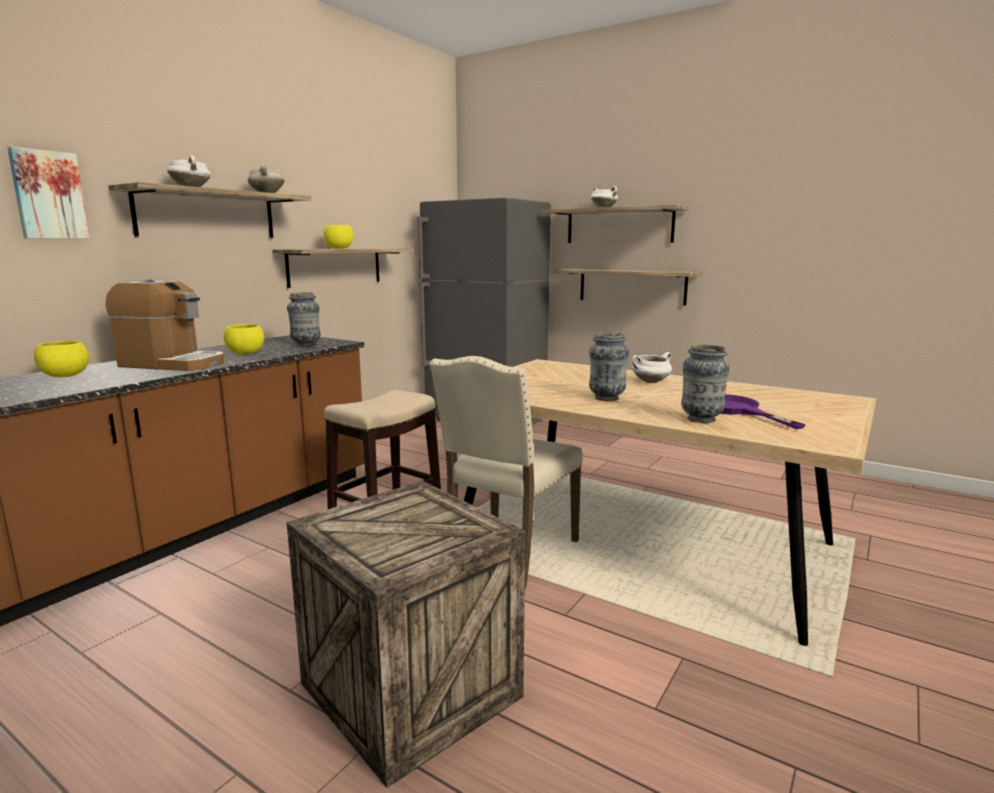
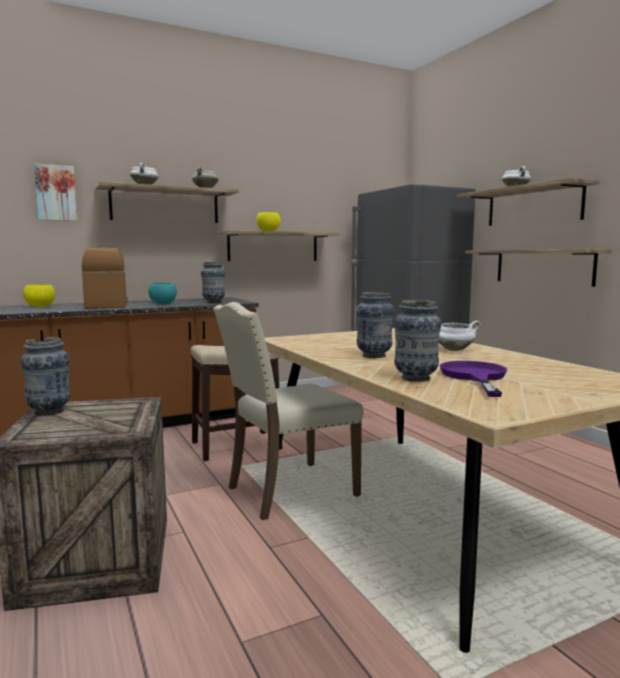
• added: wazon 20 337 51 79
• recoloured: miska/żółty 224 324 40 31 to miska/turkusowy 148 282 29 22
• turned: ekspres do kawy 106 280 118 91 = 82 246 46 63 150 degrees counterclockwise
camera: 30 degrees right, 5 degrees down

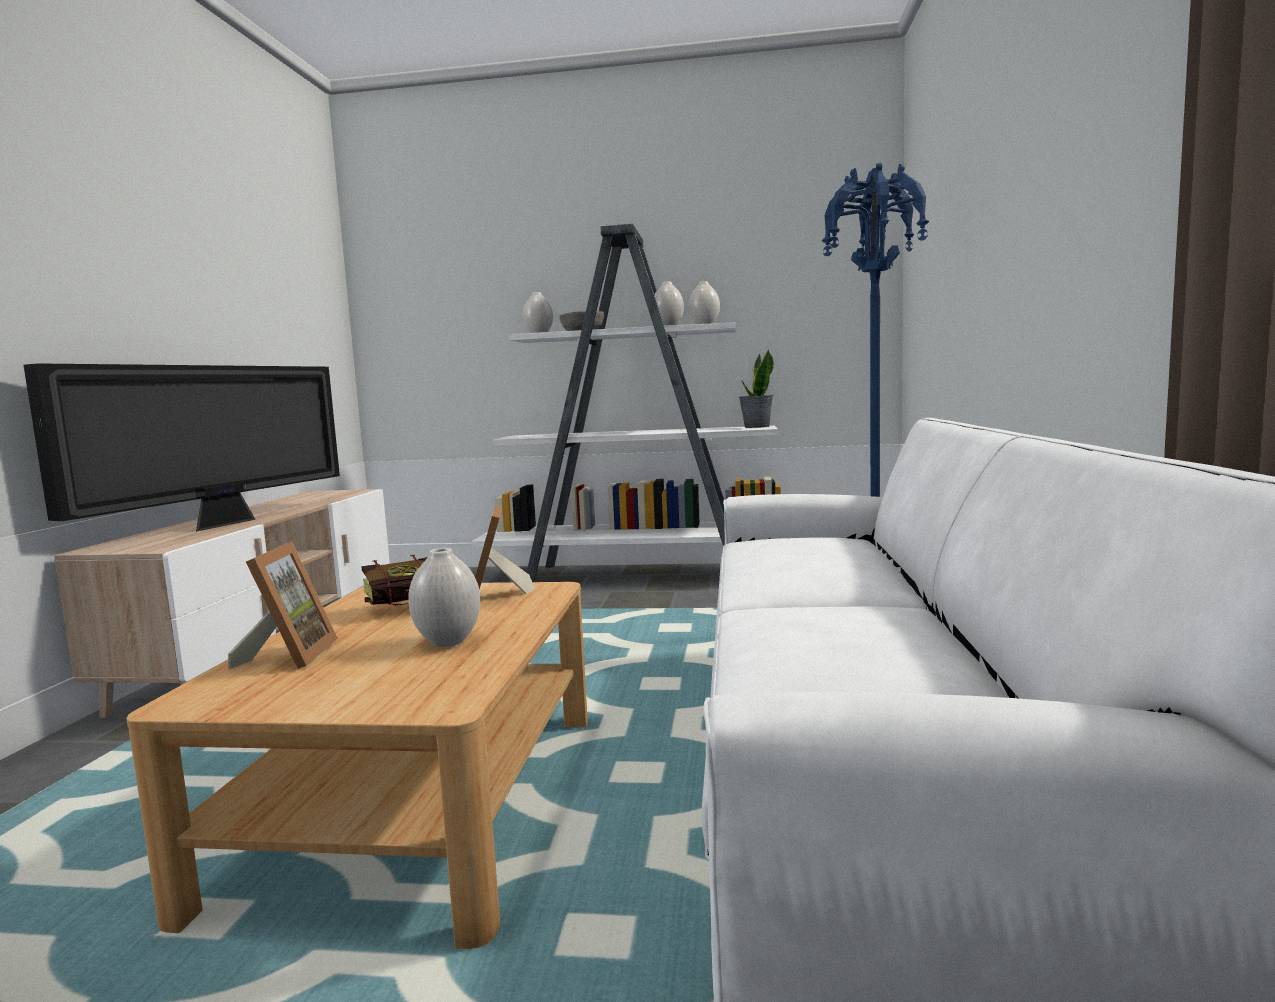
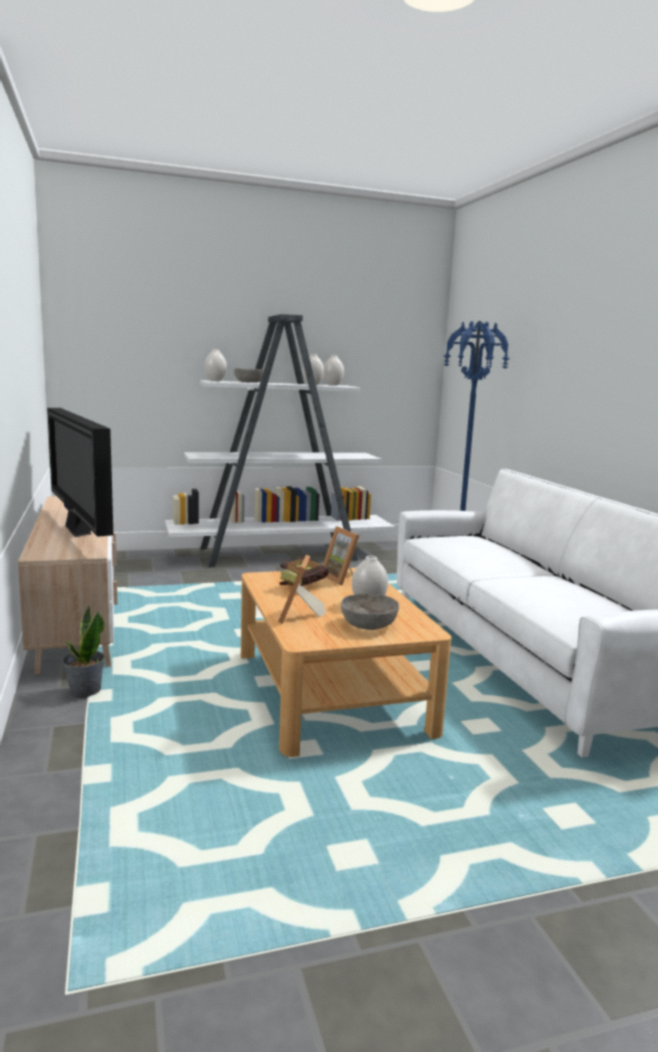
• added: miska/szary 341 594 58 36
• moved: roślina doniczkowa 739 349 35 79 to 62 605 43 93
• turned: telewizor 24 363 316 169 = 47 408 66 129 150 degrees clockwise
• turned: ramka na zdjęcie 228 541 110 128 = 278 555 48 69 150 degrees counterclockwise
camera: 25 degrees left, 5 degrees up

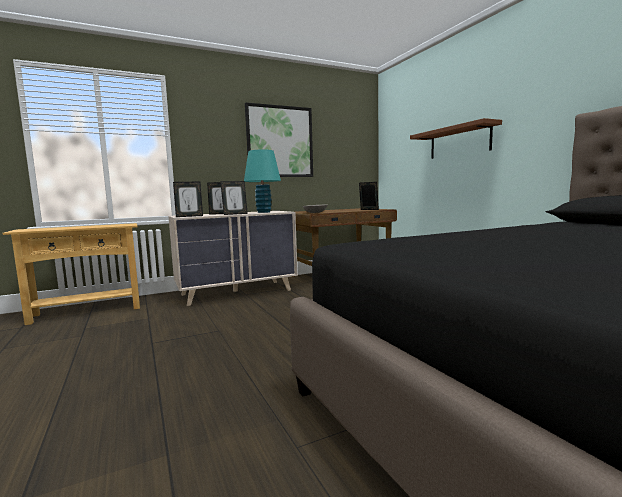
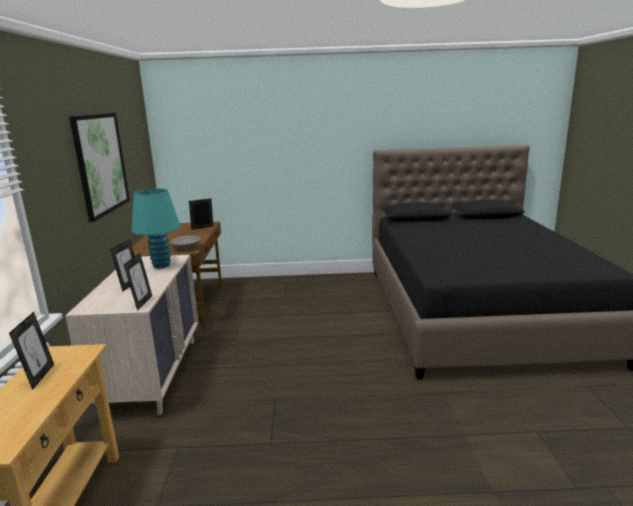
• removed: półka/brązowy 410 118 92 41
• moved: ramka na zdjęcie 220 181 28 34 to 9 312 45 78
camera: 65 degrees left, 10 degrees up

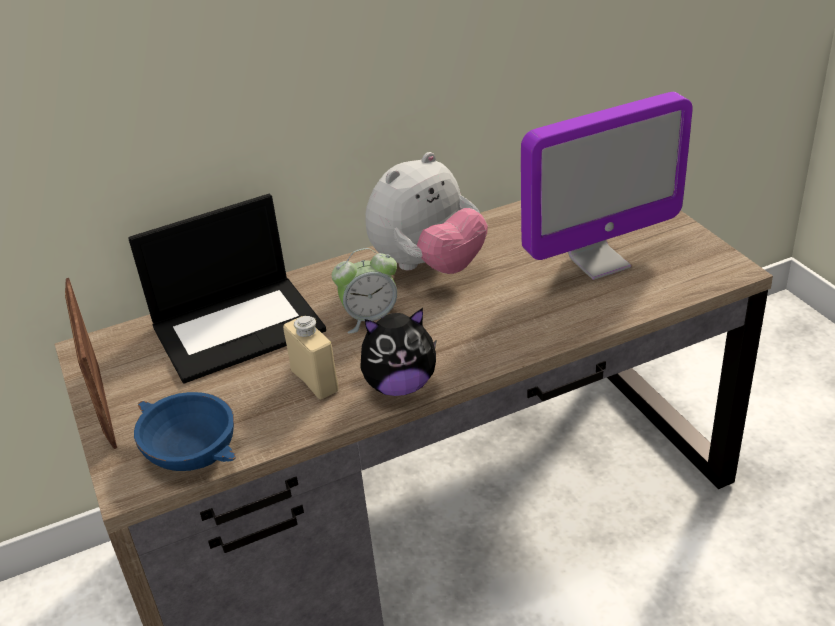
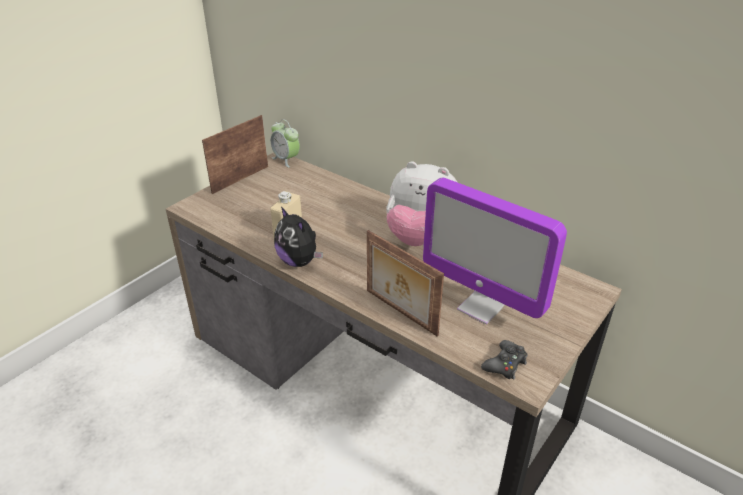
• removed: laptop 128 194 198 189
• removed: miska/niebieski 134 392 102 79
• added: ramka na zdjęcie 367 230 77 106
• added: pad do gier/czarny 481 340 46 39
• moved: budzik 332 248 65 86 to 271 119 29 49
camera: 60 degrees right, 0 degrees up

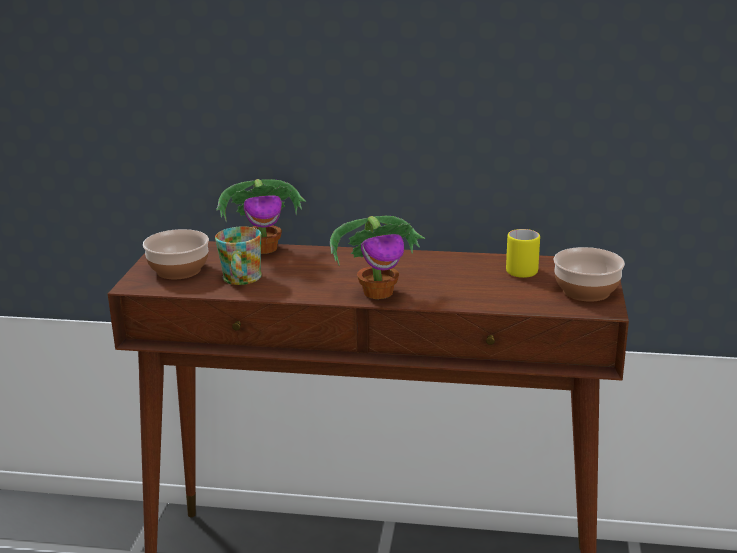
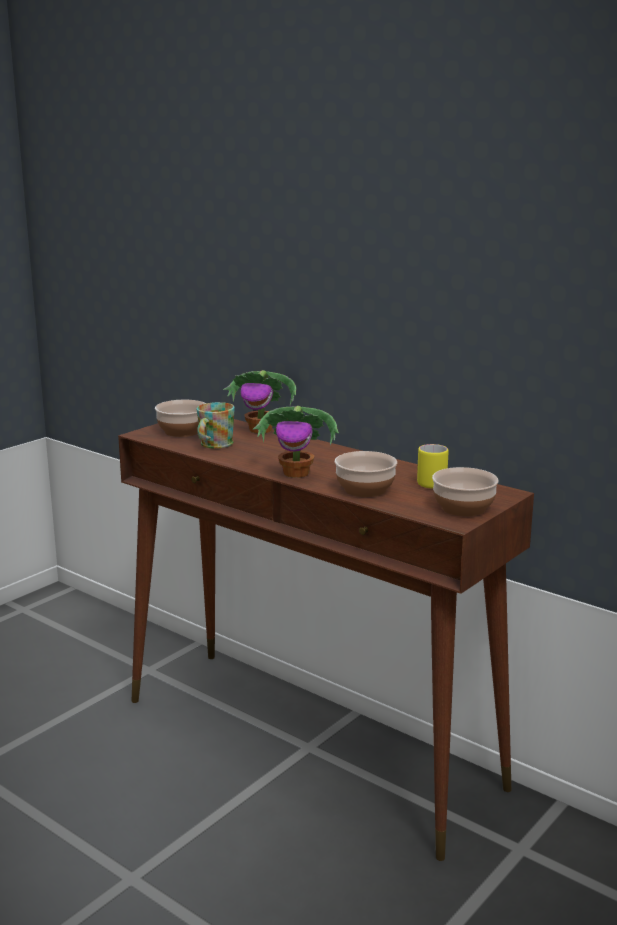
• added: miska 335 451 62 46
camera: 30 degrees right, 5 degrees down

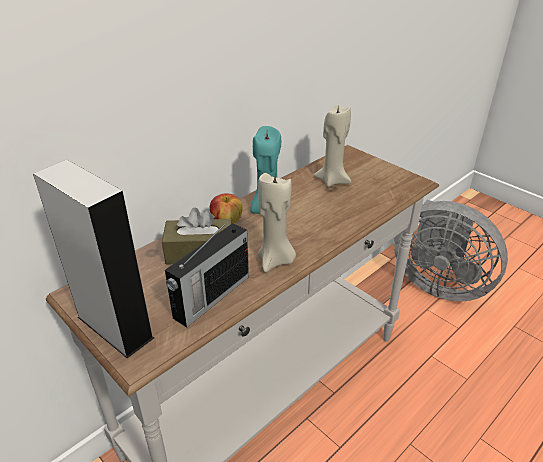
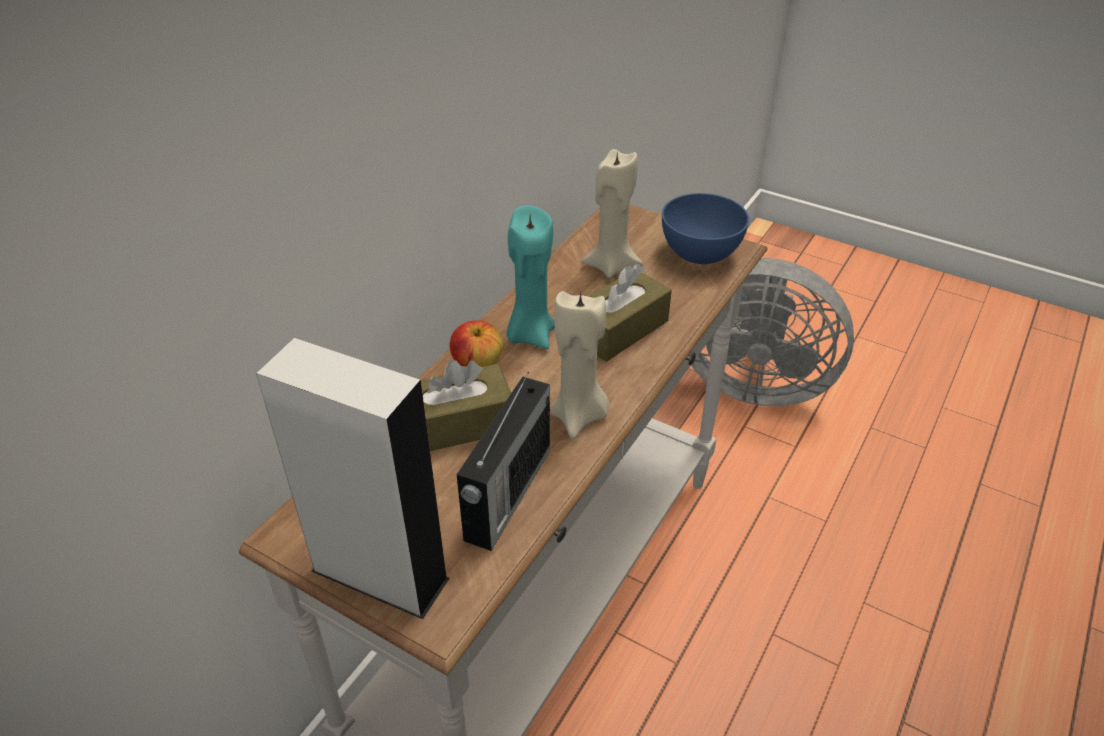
• added: pudełko chusteczek/brązowy 589 264 83 98
• added: miska/niebieski 662 193 87 71
camera: 15 degrees left, 5 degrees up

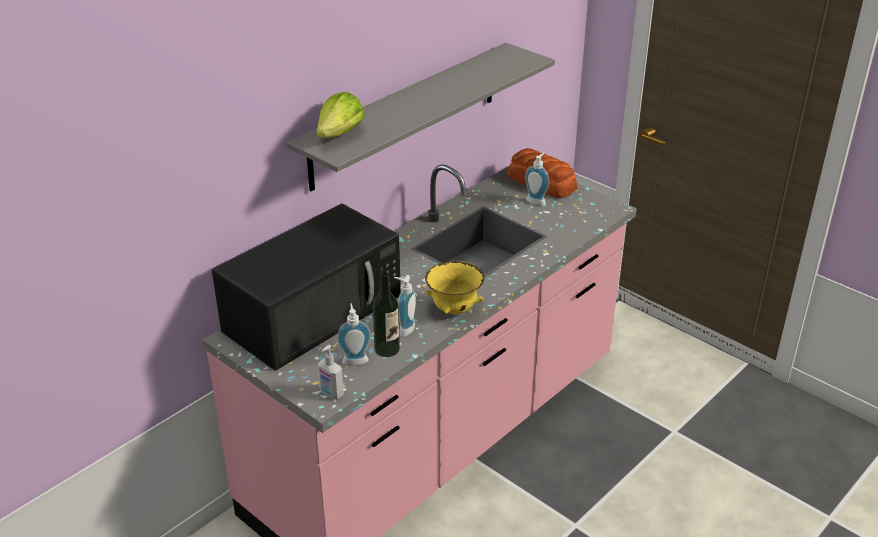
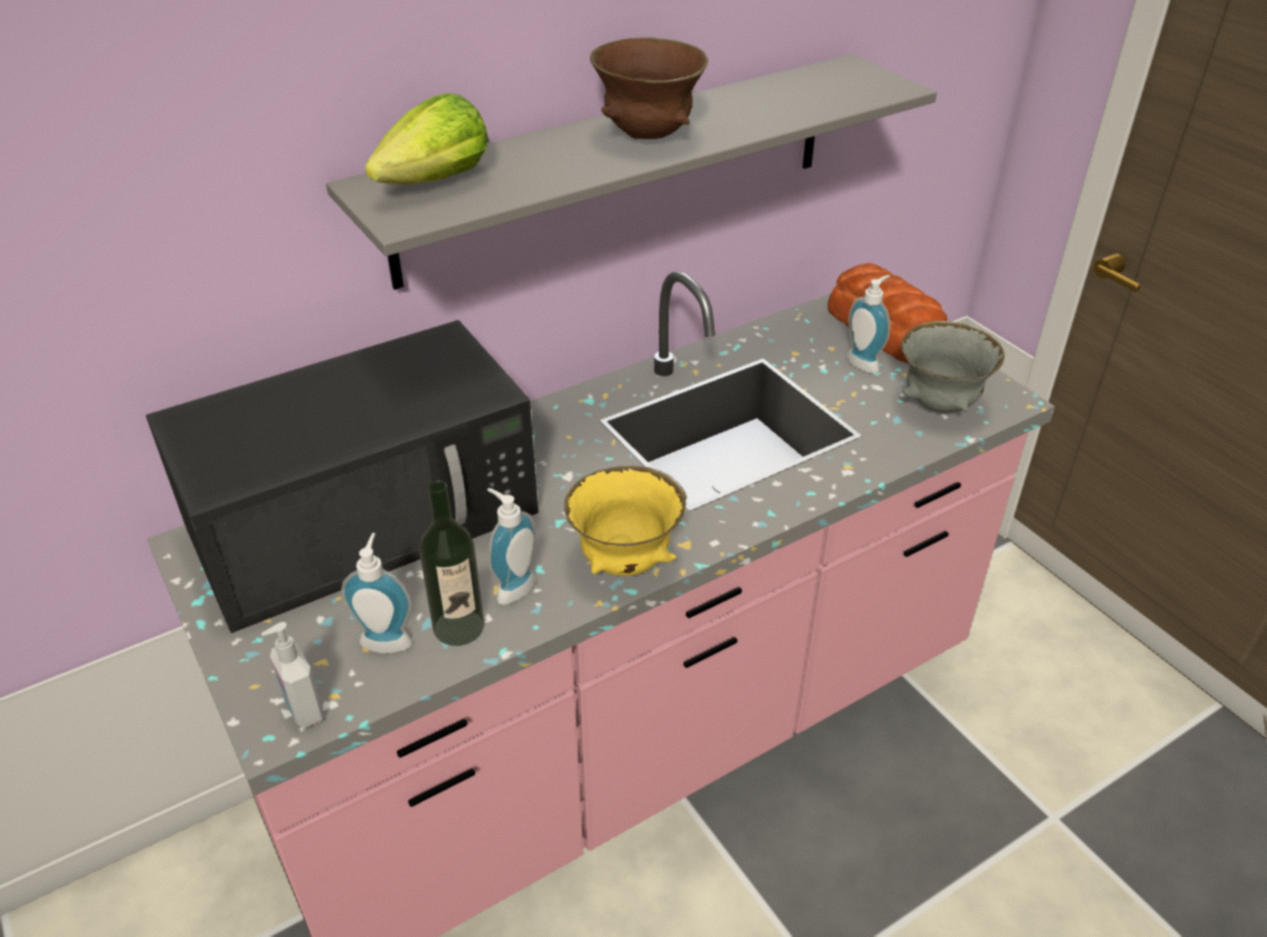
• added: miska/brązowy 590 37 118 102
• added: miska/szary 901 321 104 92
camera: 15 degrees right, 5 degrees up

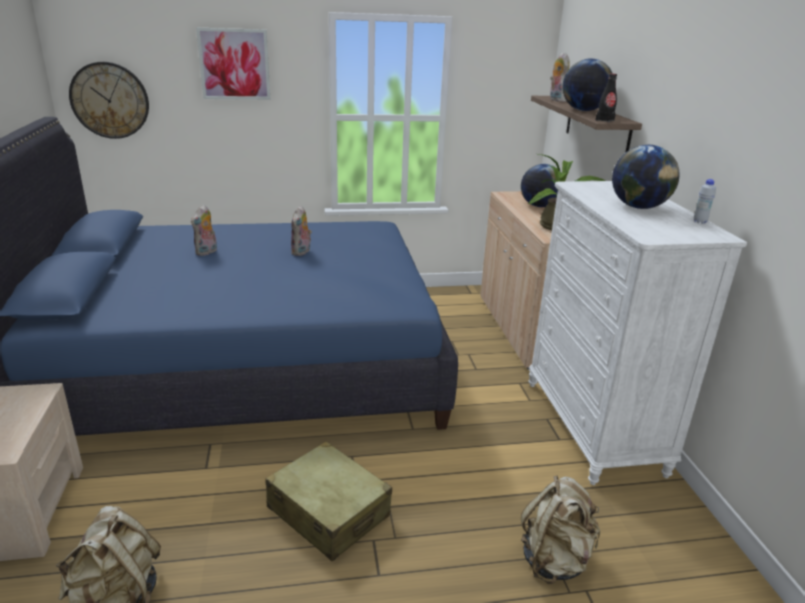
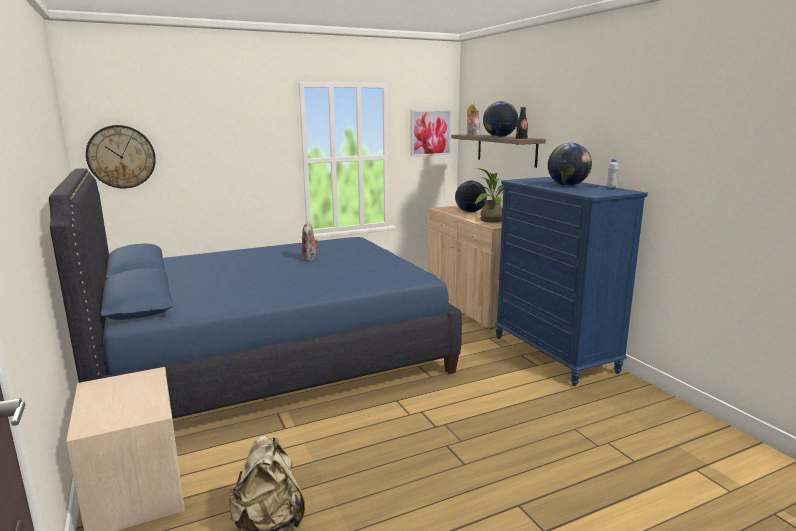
• removed: pluszak 191 205 26 51
• removed: walizka/beżowy 265 441 127 121
• removed: plecak/beżowy 521 476 79 108
• moved: obraz 196 28 74 72 to 411 110 41 47
• recoloured: komoda/biały 528 181 219 304 to komoda/niebieski 495 177 153 209
camera: 15 degrees left, 10 degrees down

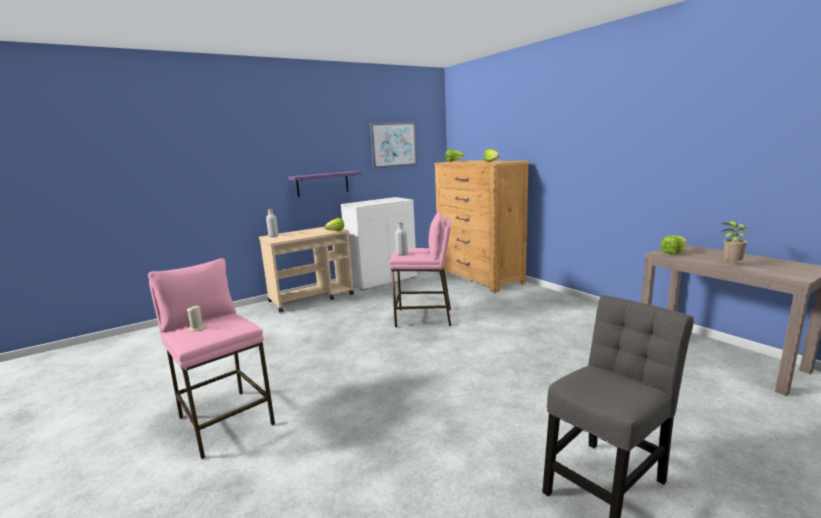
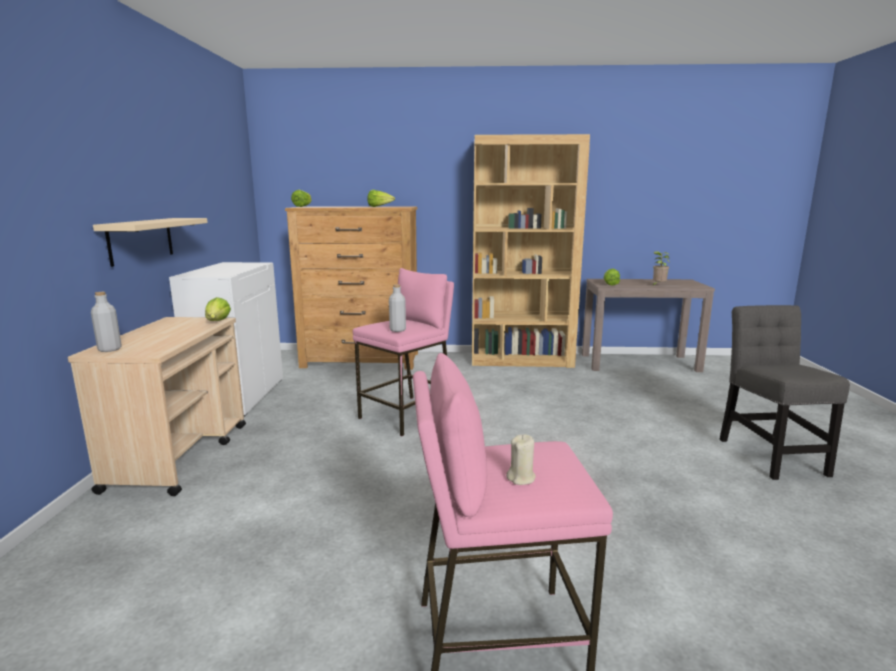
• removed: obraz 370 122 47 47
• added: regał/brązowy 472 134 118 234
• recoloured: półka/fioletowy 288 171 74 26 to półka/beżowy 93 218 115 49
camera: 55 degrees left, 0 degrees up

